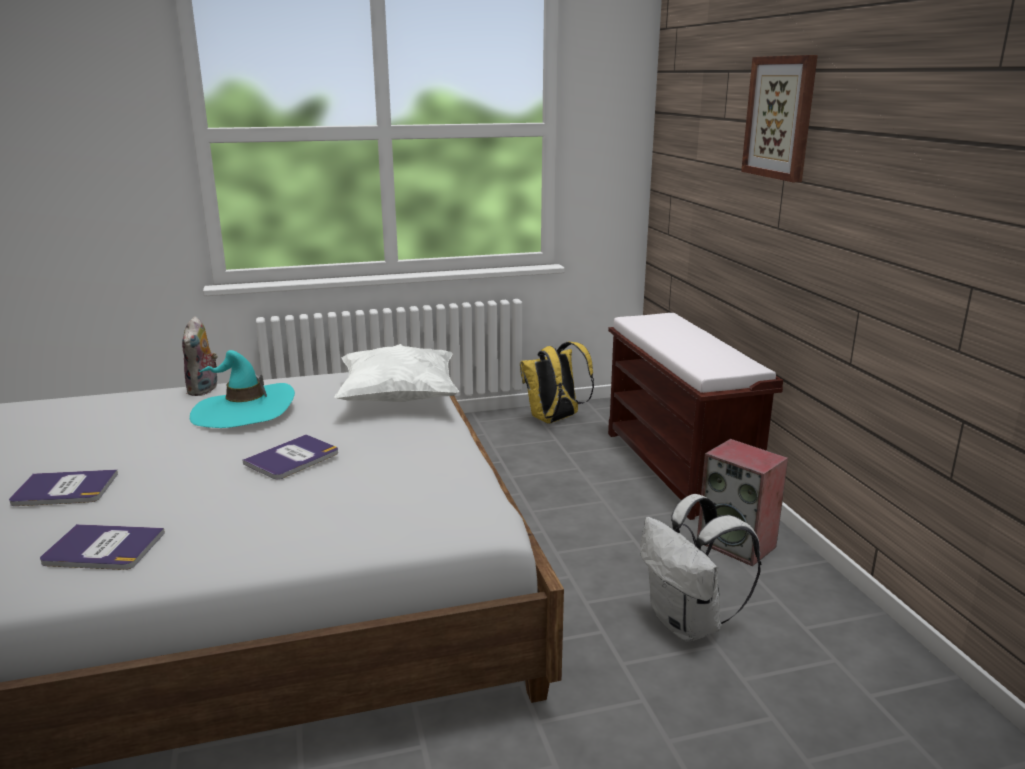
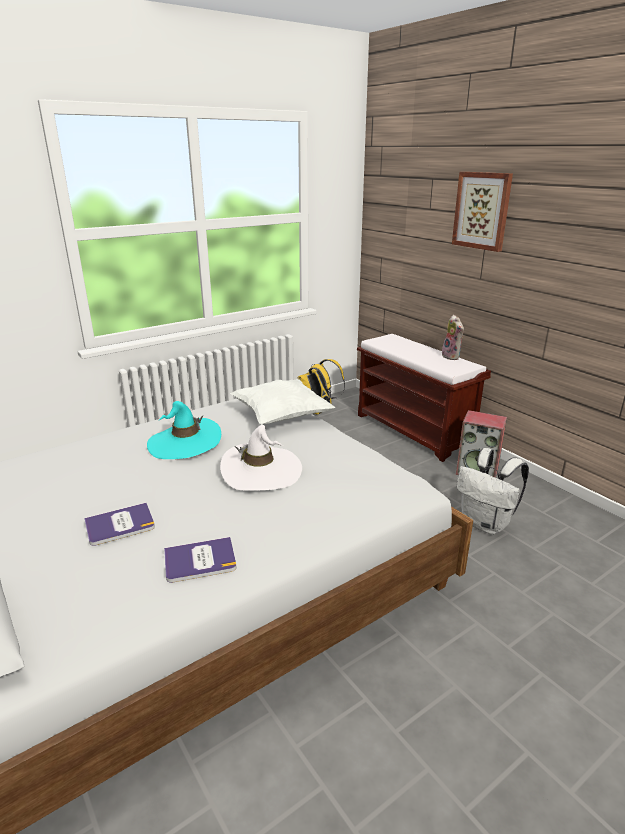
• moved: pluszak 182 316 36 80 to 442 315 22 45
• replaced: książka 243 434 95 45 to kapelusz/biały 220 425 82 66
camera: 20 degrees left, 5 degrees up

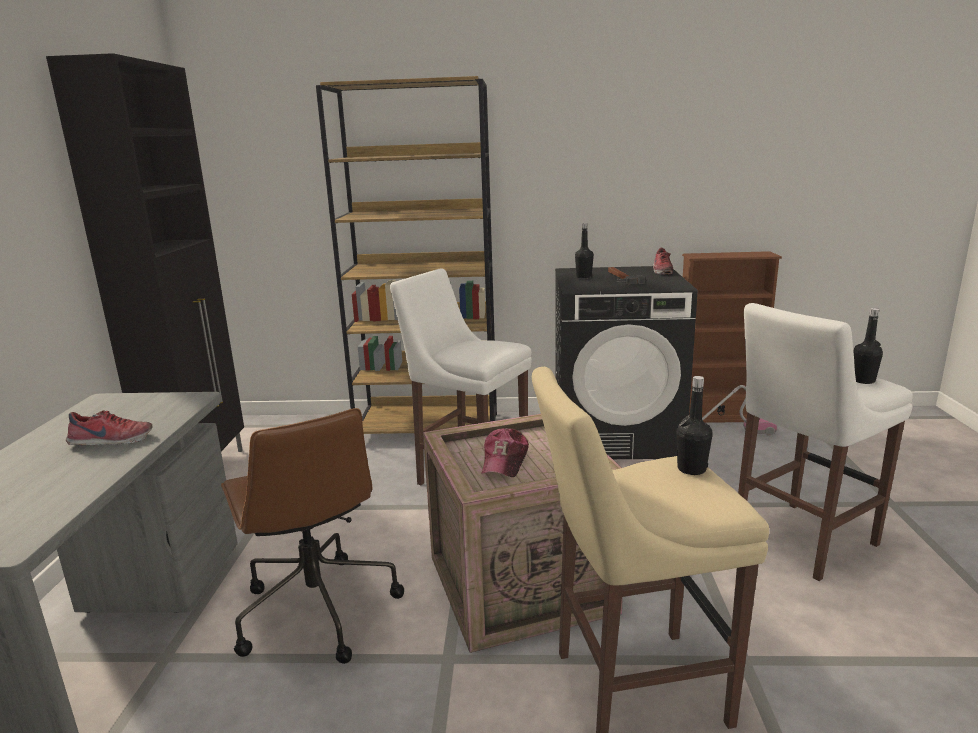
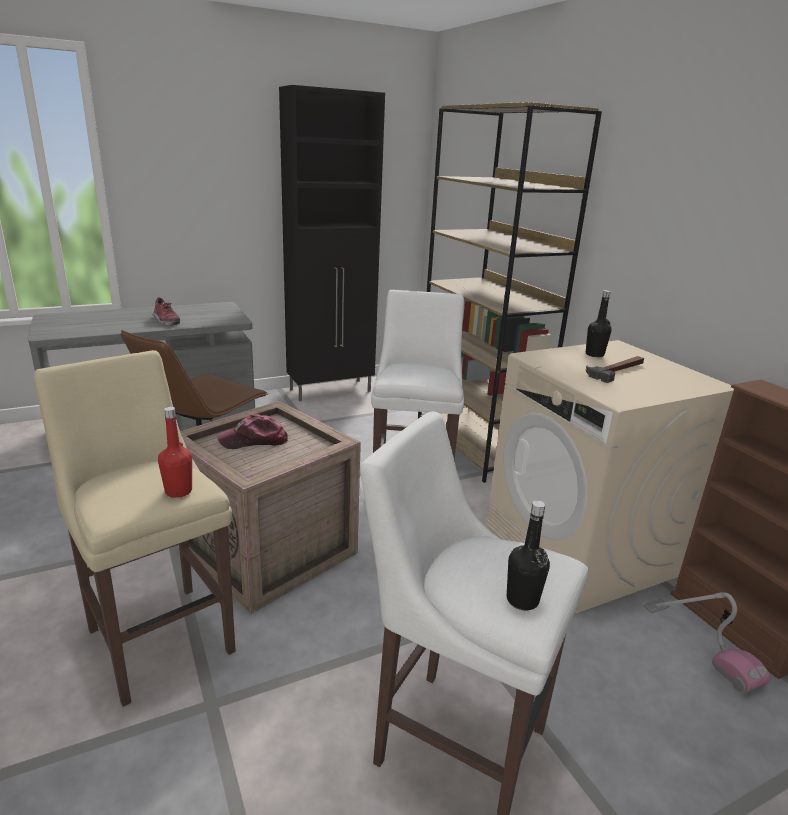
• removed: but 652 248 21 27
• recoloured: pralka/czarny 555 266 143 193 to pralka/beżowy 487 340 247 273
• recoloured: butelka/czarny 677 376 36 99 to butelka/czerwony 158 407 34 91
camera: 60 degrees right, 5 degrees up

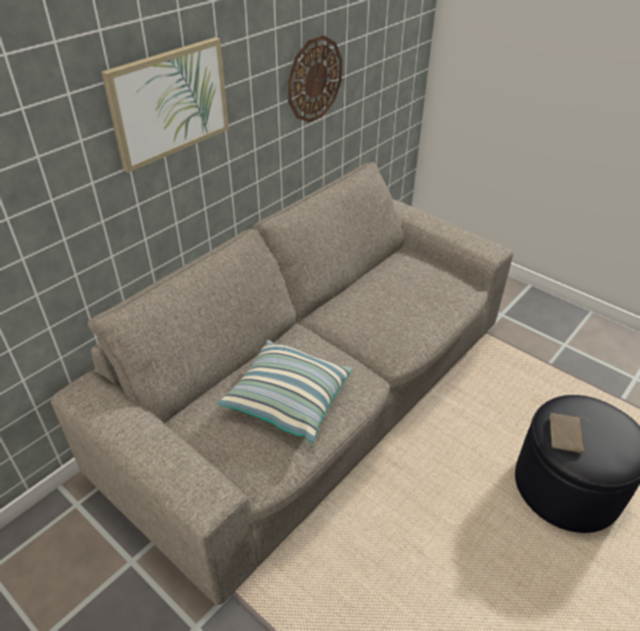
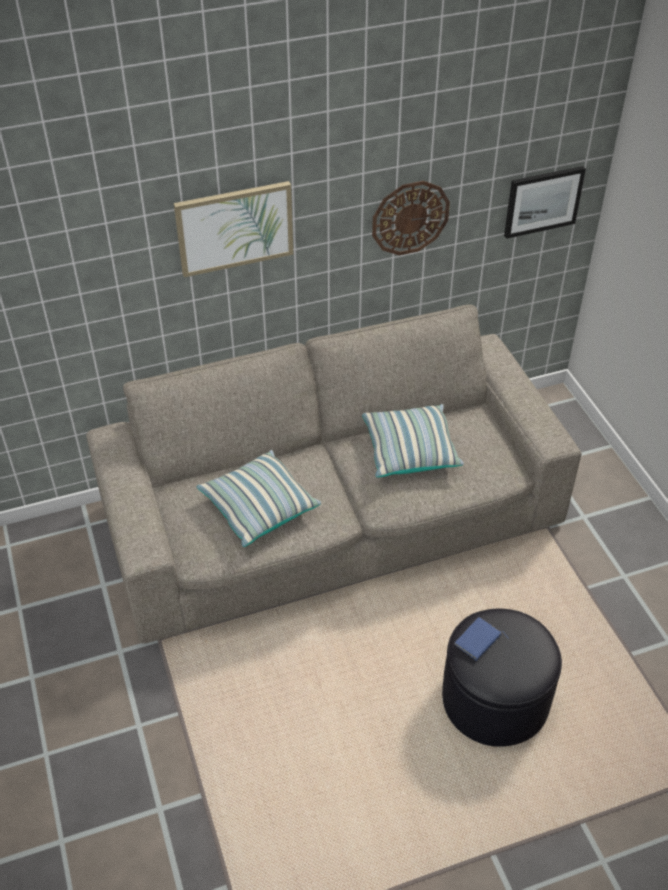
• added: poduszka 362 404 102 73
• added: obraz 504 166 82 73
• recoloured: książka/brązowy 550 413 38 40 to książka/niebieski 454 617 55 44
camera: 30 degrees right, 5 degrees up

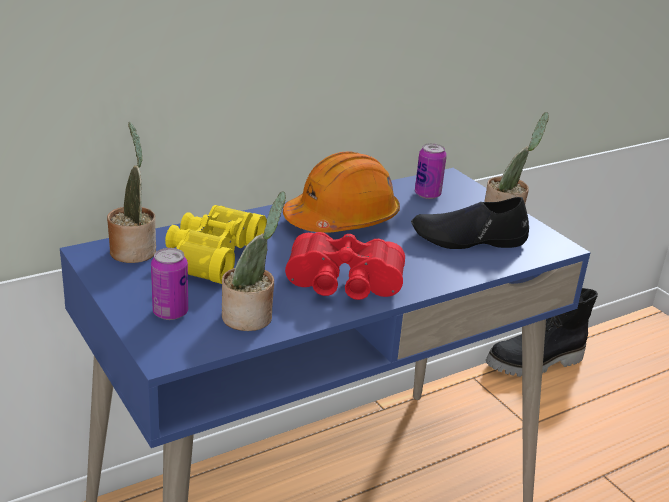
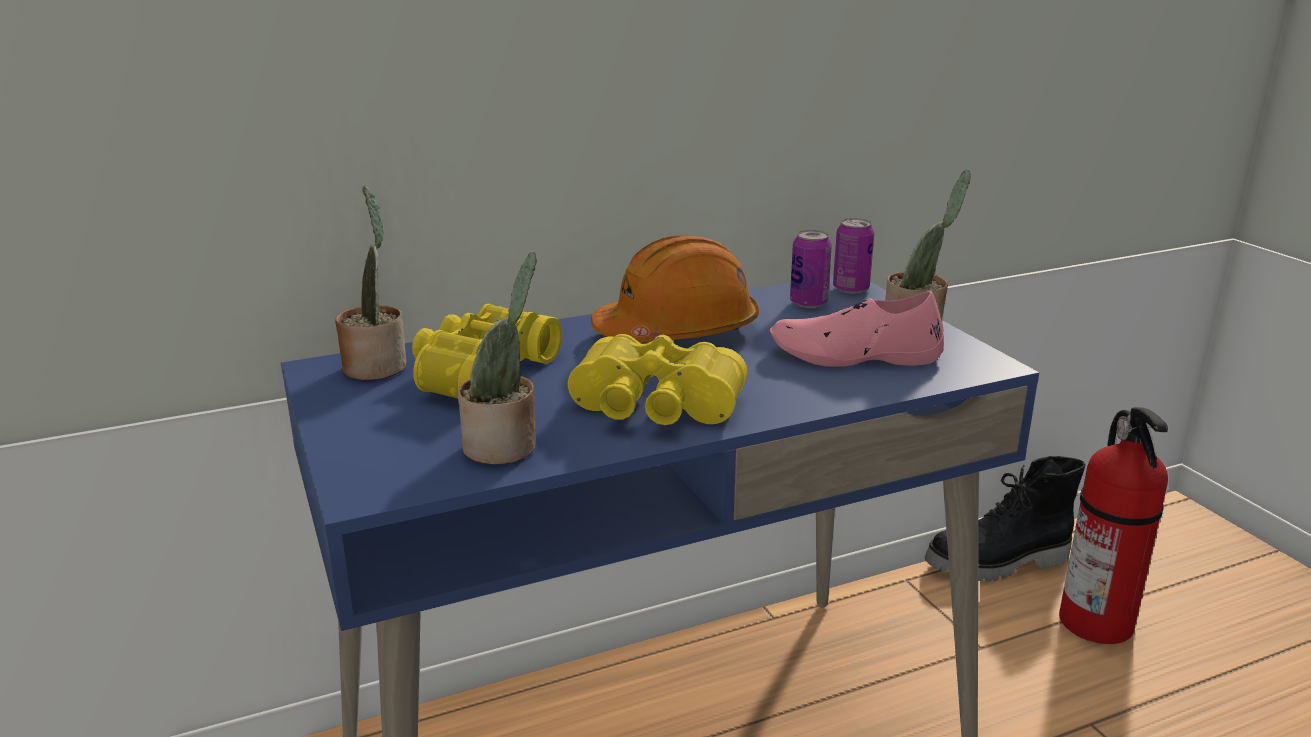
• added: gaśnica 1059 407 109 237
• moved: puszka 151 248 37 72 to 833 218 41 76
• recoloured: lornetka/czerwony 285 232 120 68 to lornetka/żółty 568 334 179 91
• recoloured: but/czarny 411 197 118 52 to but/różowy 770 291 174 76
camera: 10 degrees right, 5 degrees down

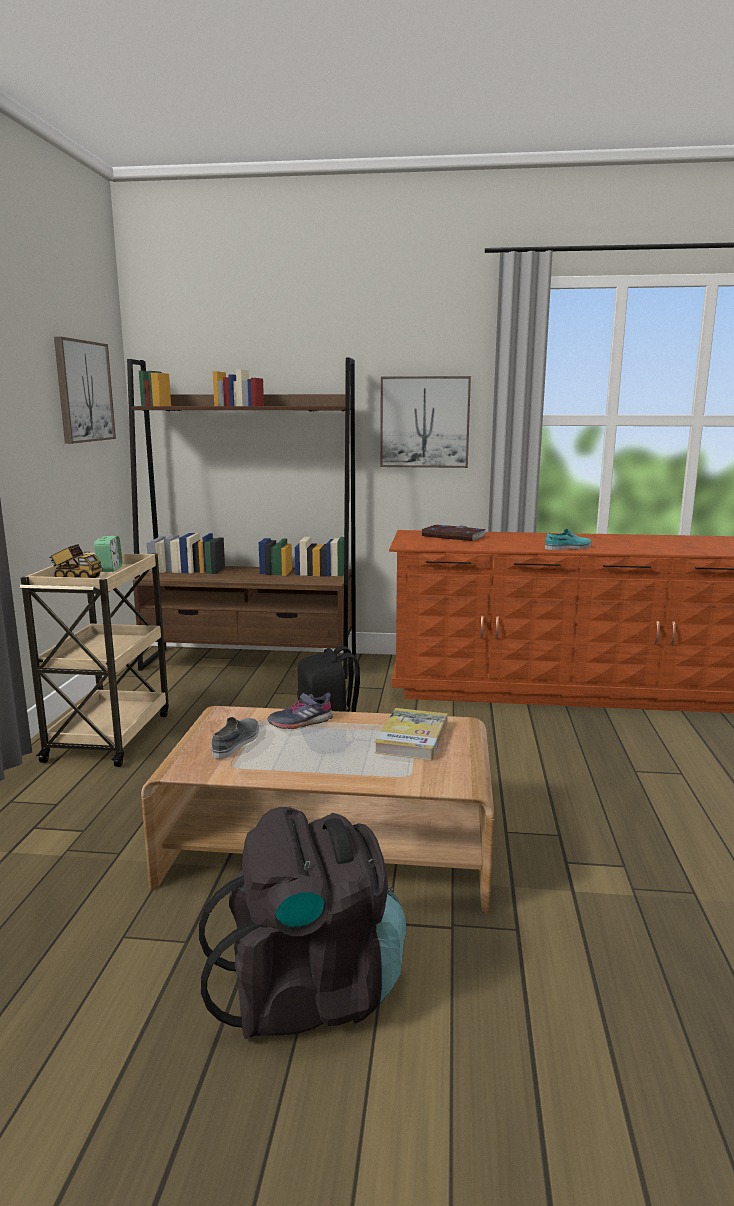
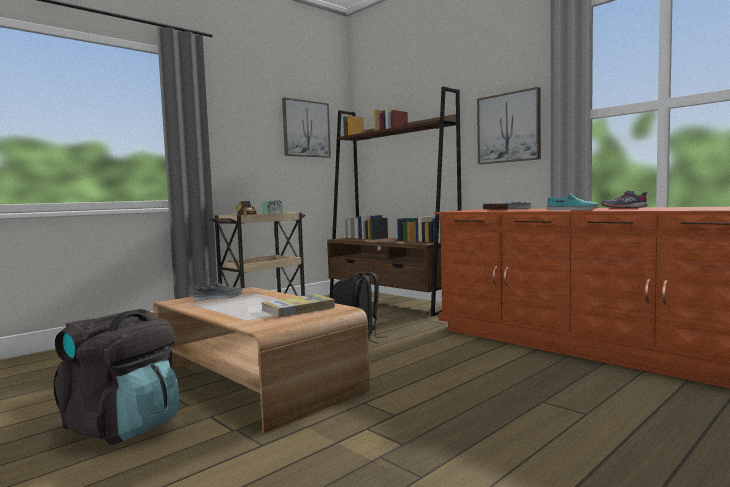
• moved: but/szary 267 693 66 36 to 601 190 47 18
camera: 40 degrees right, 10 degrees down

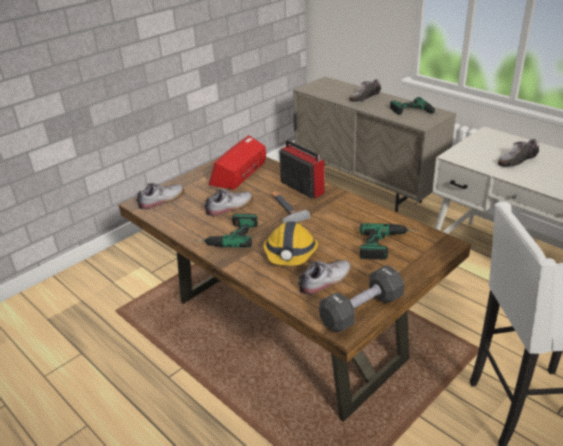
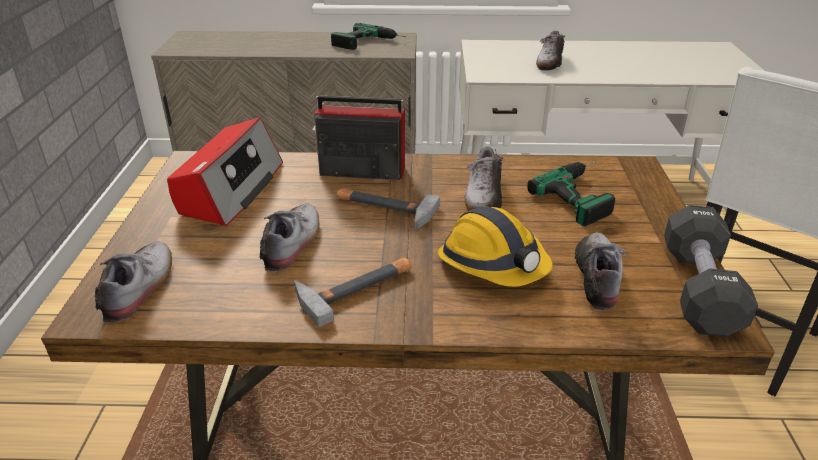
• moved: but 350 79 31 23 to 456 147 53 64
• replaced: wiertarka 194 214 64 34 to młotek 294 258 118 69
• turned: radio 209 135 57 55 = 167 118 116 108 150 degrees counterclockwise
camera: 45 degrees left, 0 degrees up

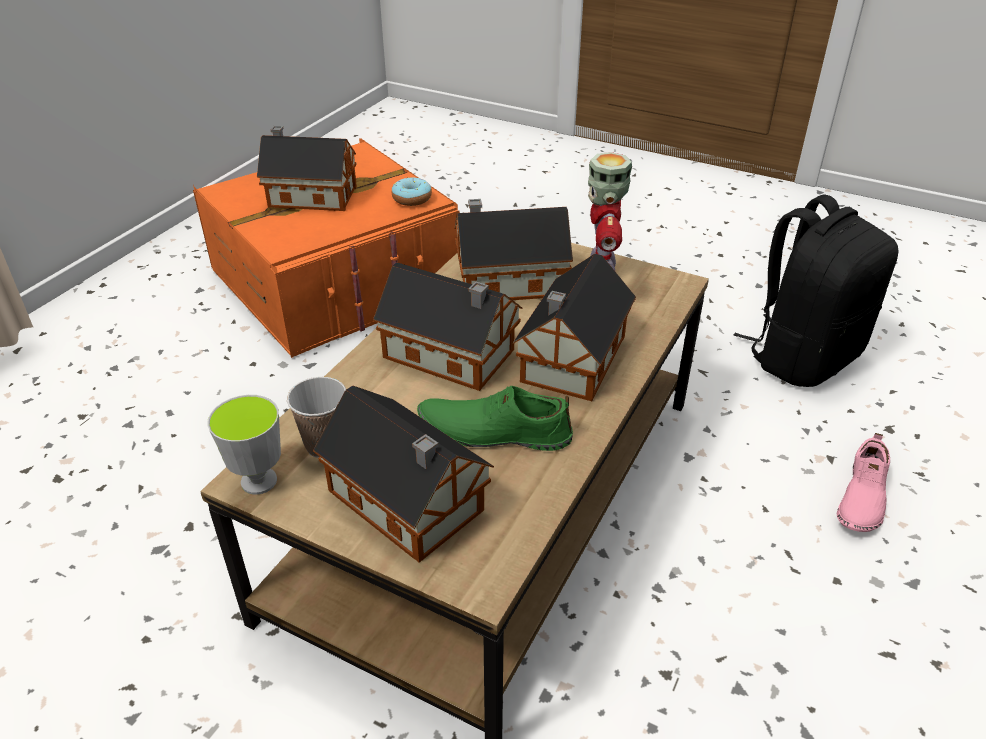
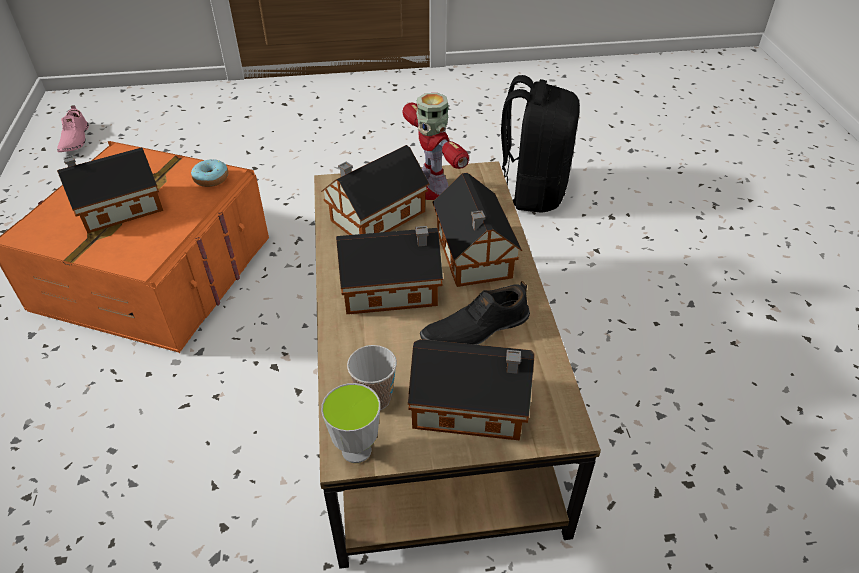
• moved: but/różowy 837 433 53 99 to 57 105 32 47
• recoloured: but/zielony 417 386 156 65 to but/czarny 420 281 110 64
camera: 35 degrees left, 5 degrees up

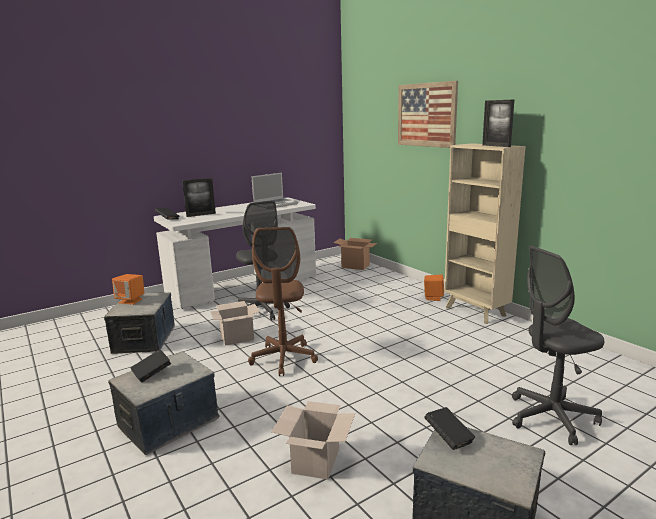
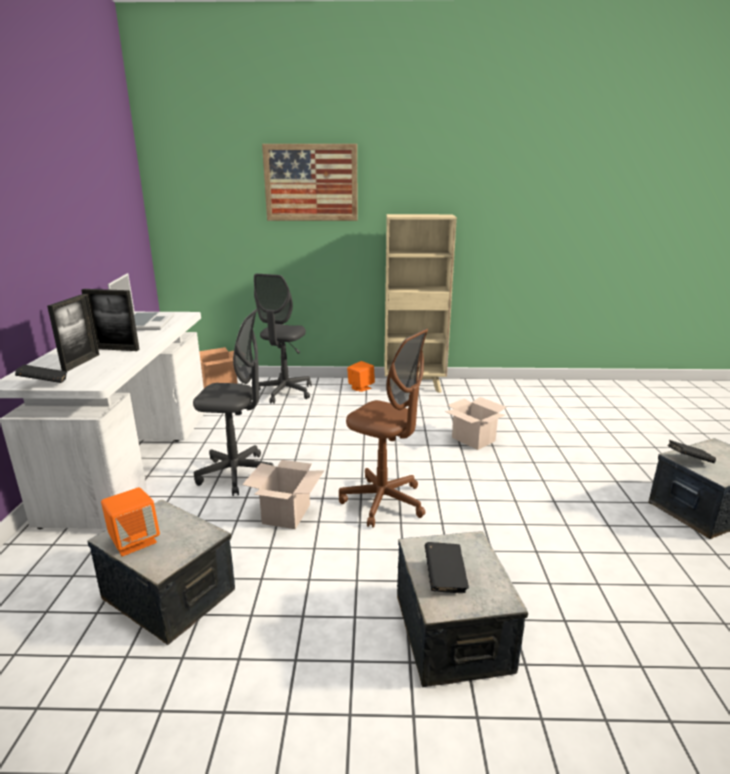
• moved: karton 272 401 83 79 to 445 397 61 53
• moved: ramka na zdjęcie 482 100 32 47 to 81 289 59 62
• moved: krzesło biurowe/szary 512 246 92 199 to 254 274 58 130
camera: 55 degrees left, 5 degrees up

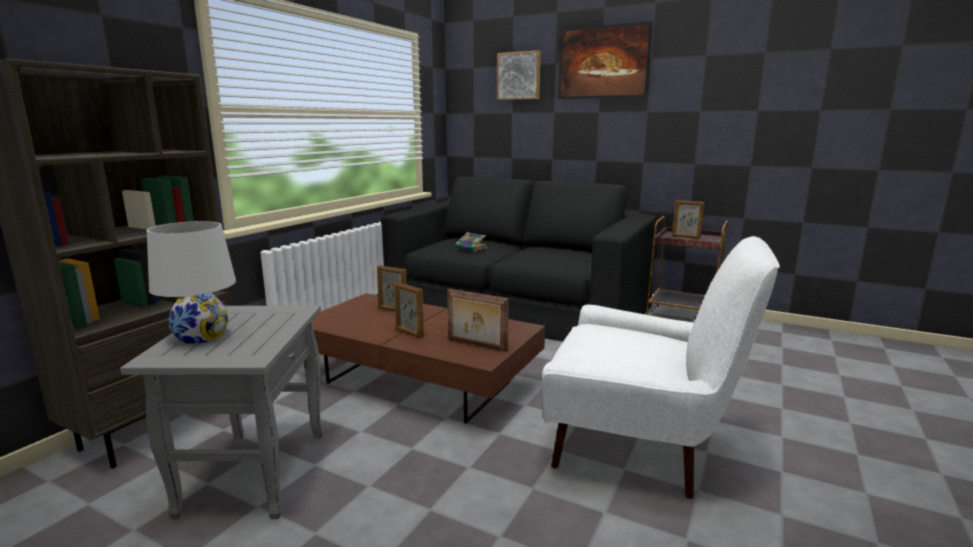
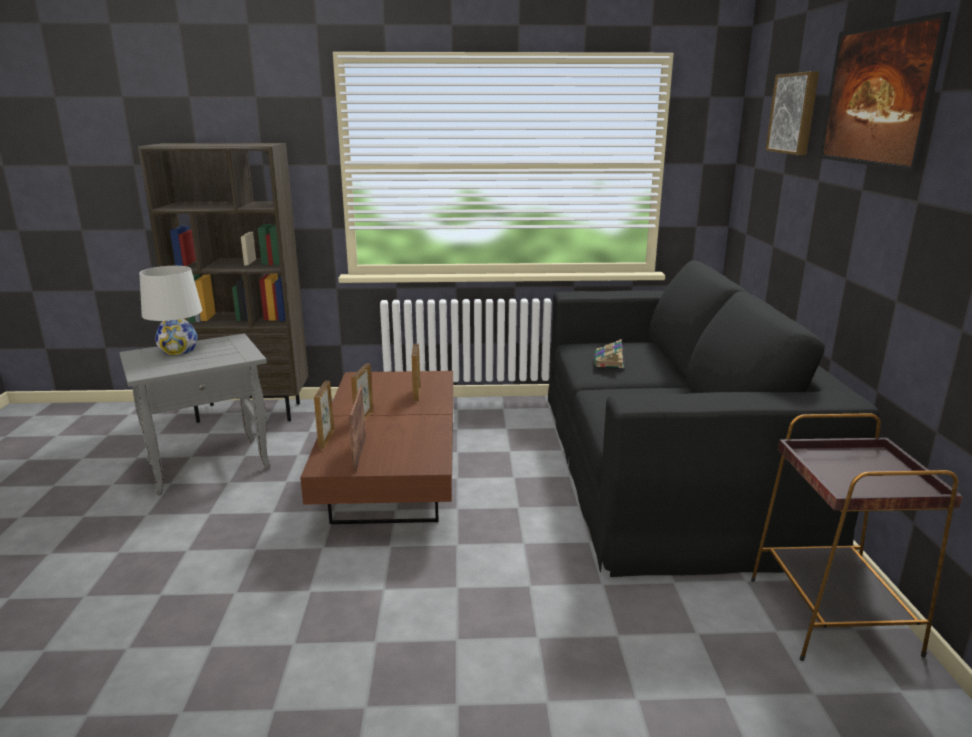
• removed: fotel/biały 542 236 238 263
• moved: ramka na zdjęcie 672 200 32 39 to 314 381 20 68
camera: 60 degrees right, 5 degrees up

